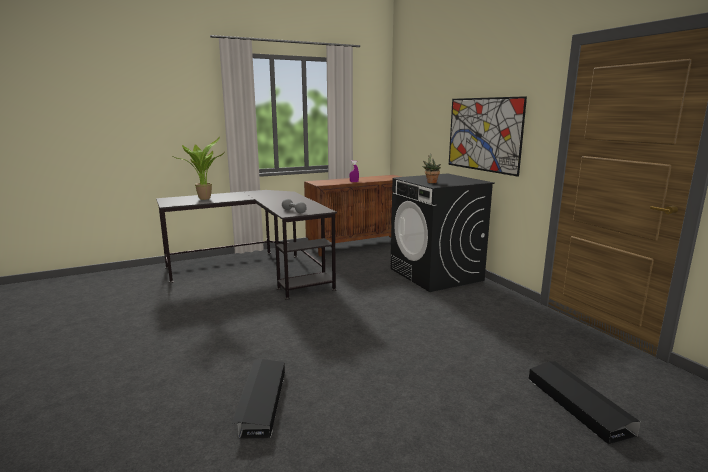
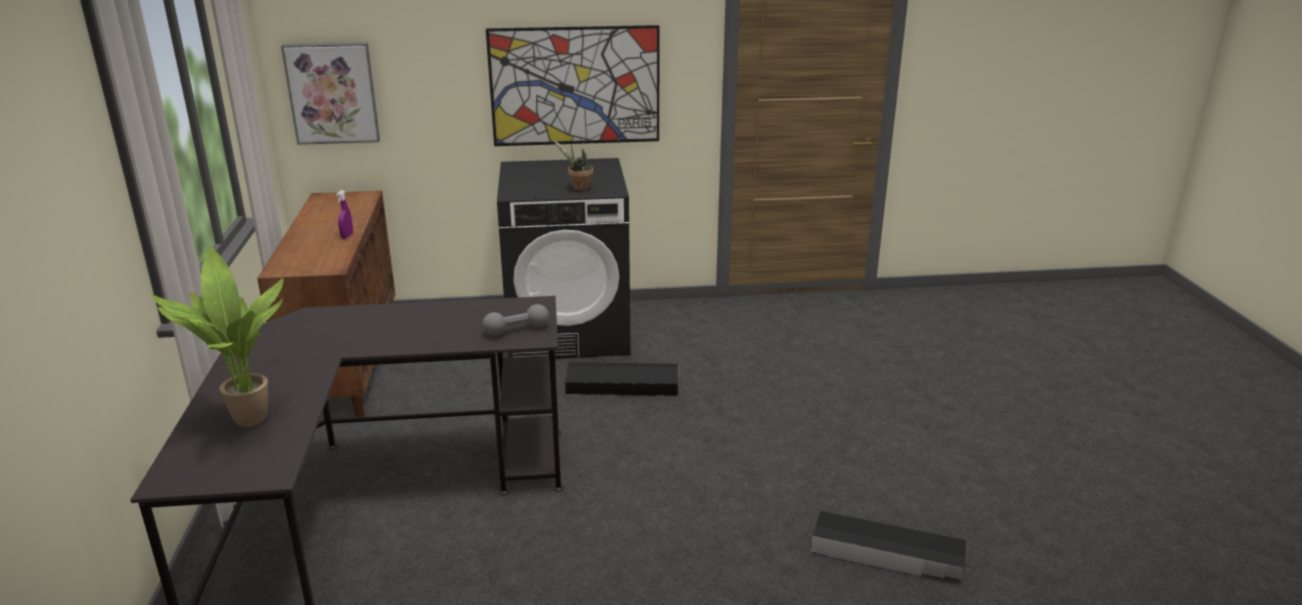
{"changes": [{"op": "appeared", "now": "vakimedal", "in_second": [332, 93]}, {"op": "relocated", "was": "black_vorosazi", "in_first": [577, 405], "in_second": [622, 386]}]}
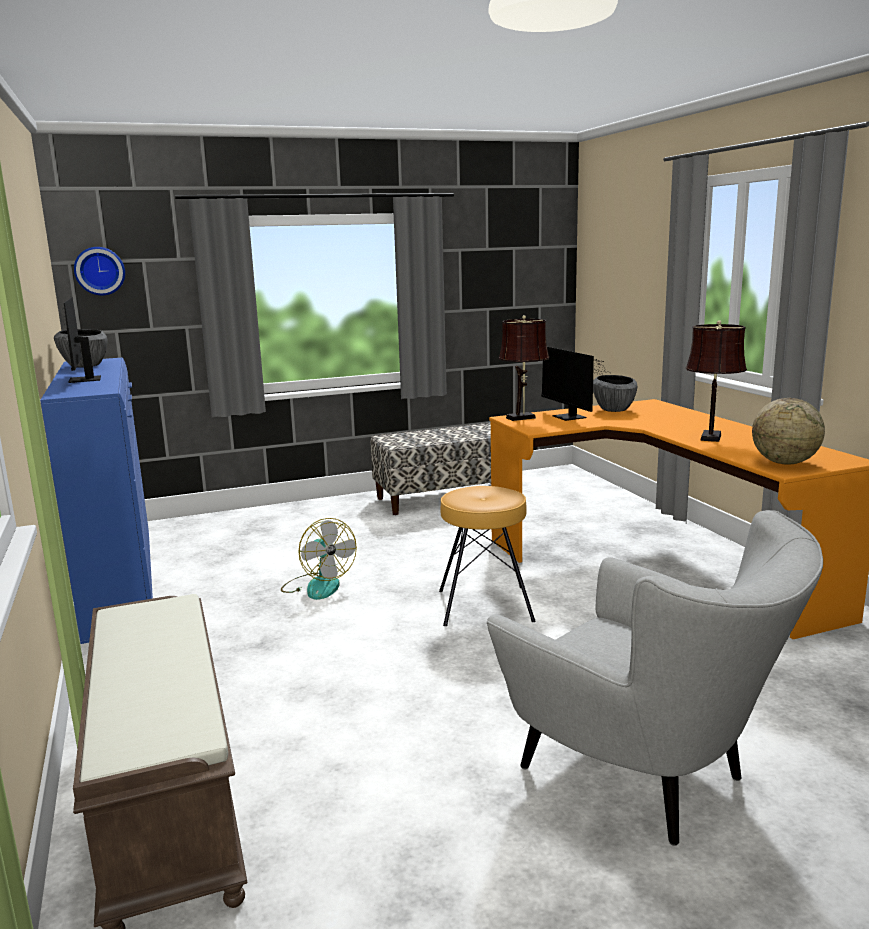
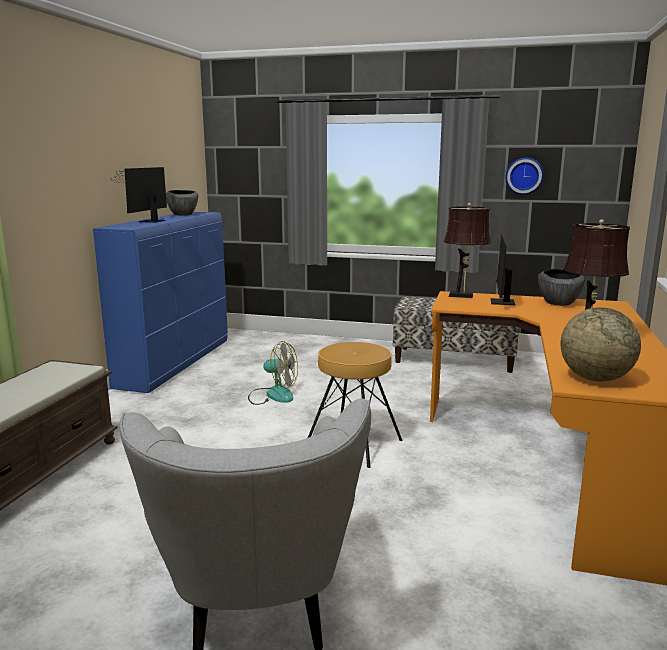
{"changes": [{"op": "relocated", "was": "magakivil", "in_first": [100, 271], "in_second": [524, 176]}, {"op": "spun", "was": "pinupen", "in_first": [318, 585], "in_second": [273, 395], "clockwise": -75}]}
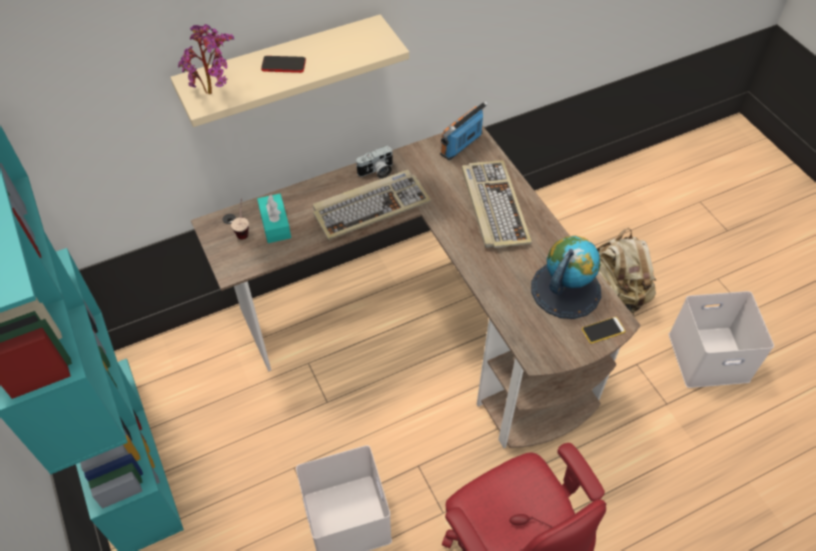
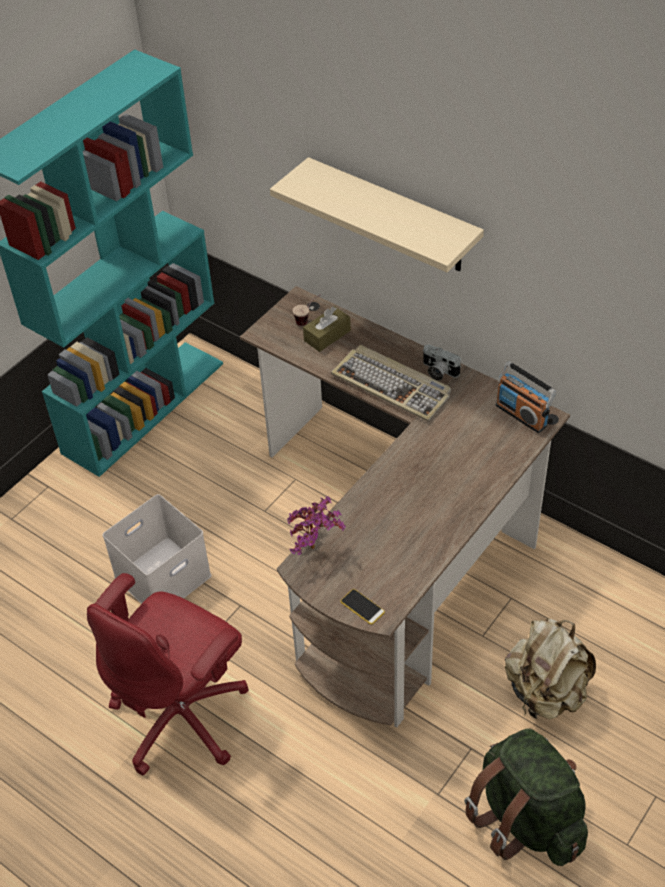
{"changes": [{"op": "missing", "was": "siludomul", "in_first": [283, 65]}, {"op": "missing", "was": "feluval", "in_first": [493, 206]}, {"op": "missing", "was": "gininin", "in_first": [565, 289]}, {"op": "relocated", "was": "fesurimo", "in_first": [214, 92], "in_second": [316, 549]}, {"op": "exchanged", "was": "white_vorosazi", "now": "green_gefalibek", "in_first": [707, 358], "in_second": [526, 818]}, {"op": "colour", "was": "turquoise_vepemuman", "now": "brown_vepemuman", "in_first": [275, 224], "in_second": [327, 335]}, {"op": "spun", "was": "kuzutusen", "in_first": [461, 145], "in_second": [521, 415], "clockwise": -150}]}
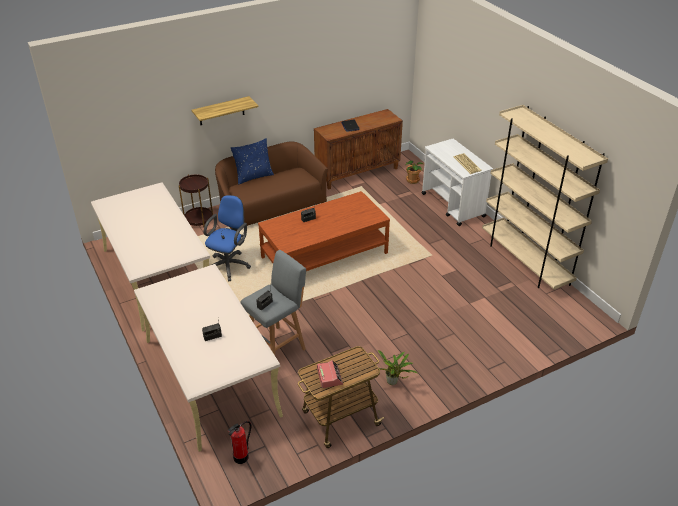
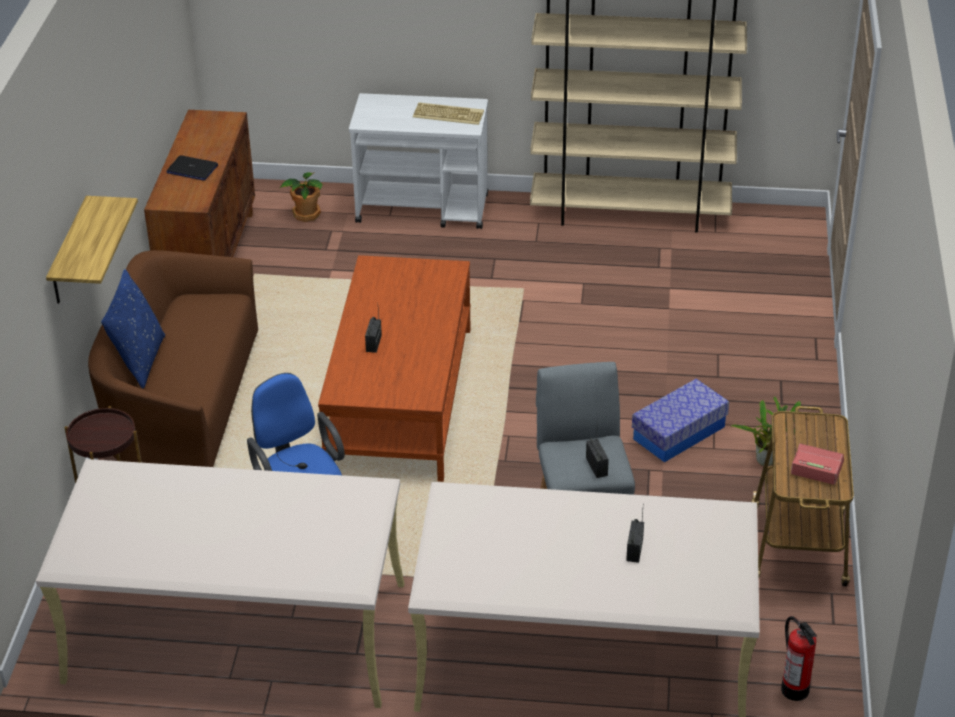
{"changes": [{"op": "appeared", "now": "vorosazi", "in_second": [679, 433]}]}
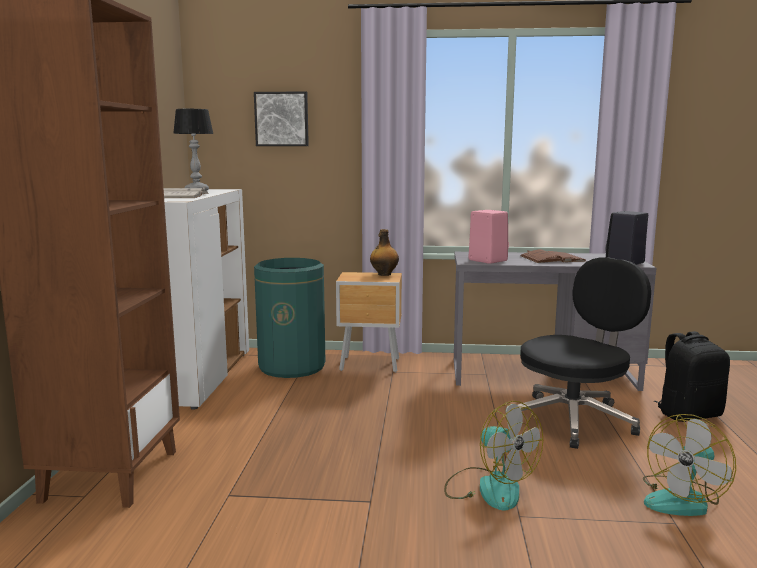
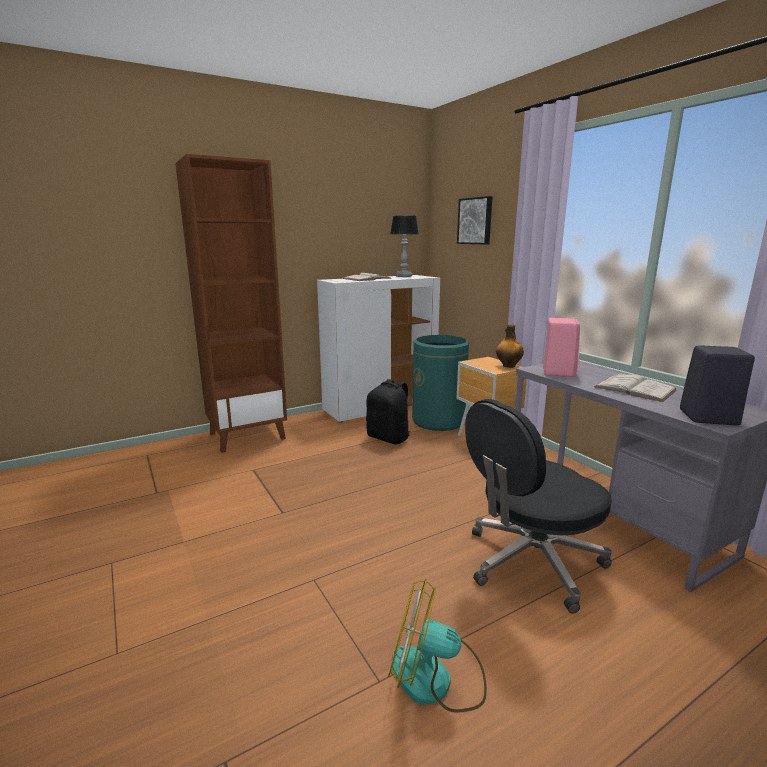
{"changes": [{"op": "missing", "was": "pinupen", "in_first": [489, 487]}, {"op": "relocated", "was": "black_gefalibek", "in_first": [688, 414], "in_second": [389, 438]}, {"op": "colour", "was": "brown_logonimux", "now": "white_logonimux", "in_first": [552, 258], "in_second": [635, 388]}, {"op": "spun", "was": "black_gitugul", "in_first": [574, 419], "in_second": [531, 562], "clockwise": 135}]}
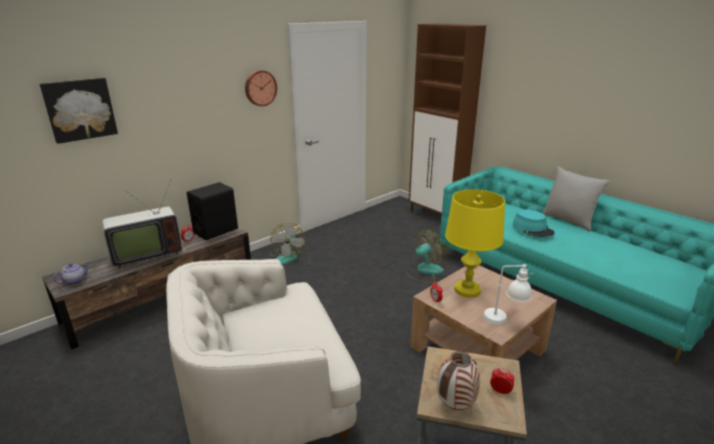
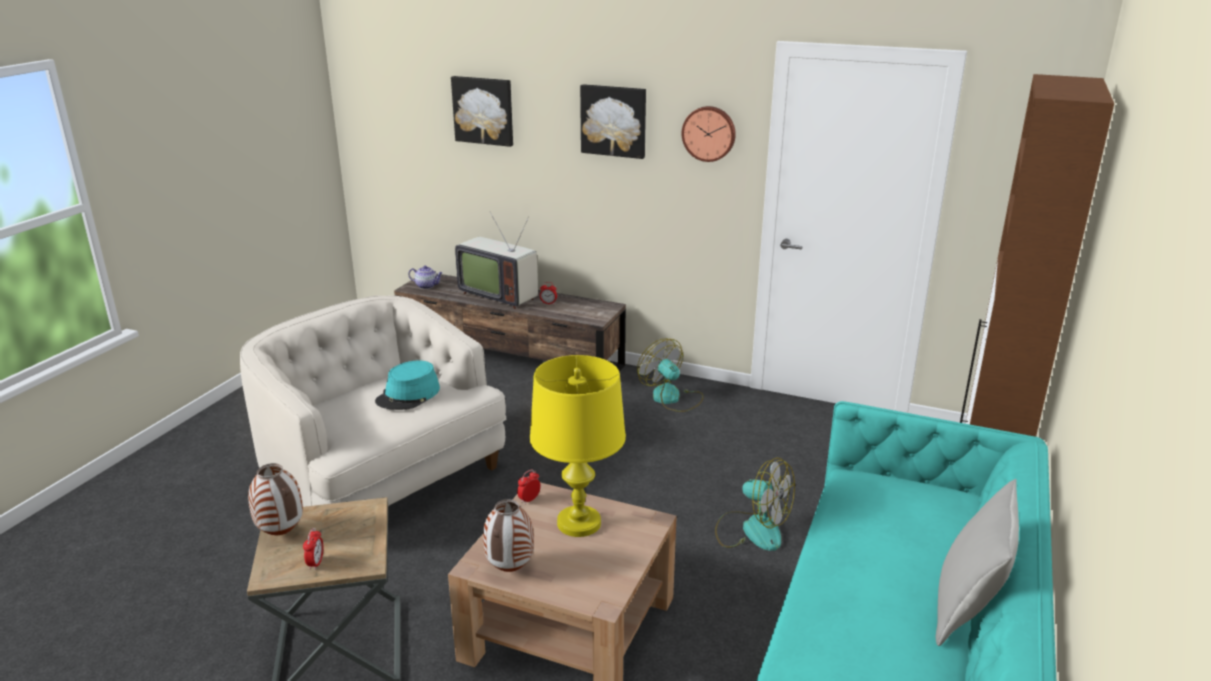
{"changes": [{"op": "missing", "was": "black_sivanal", "in_first": [216, 230]}, {"op": "appeared", "now": "vakimedal", "in_second": [614, 120]}, {"op": "relocated", "was": "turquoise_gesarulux", "in_first": [532, 229], "in_second": [408, 395]}, {"op": "exchanged", "was": "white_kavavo", "now": "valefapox", "in_first": [504, 321], "in_second": [510, 570]}, {"op": "spun", "was": "pinupen", "in_first": [287, 256], "in_second": [672, 398], "clockwise": 75}]}
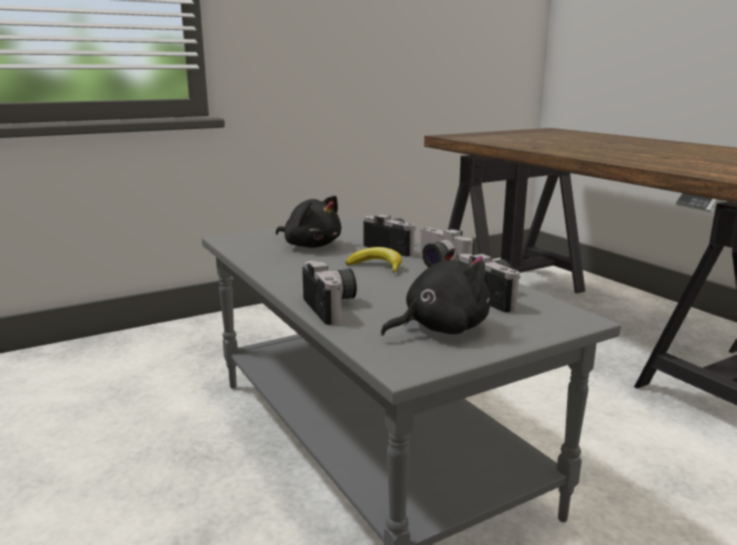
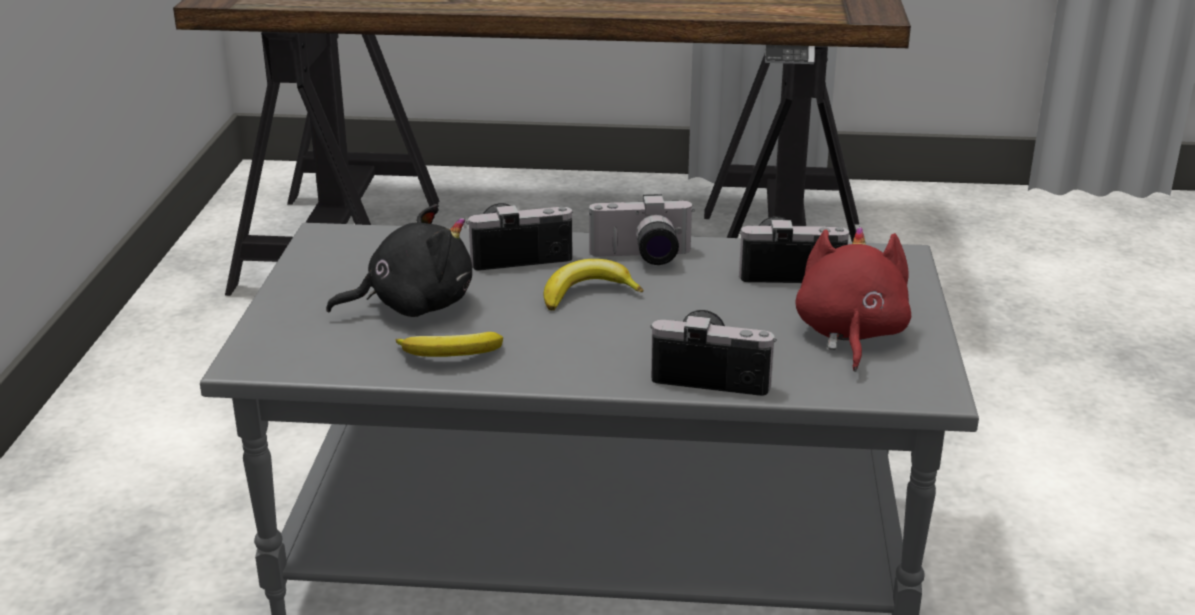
{"changes": [{"op": "appeared", "now": "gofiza", "in_second": [450, 355]}, {"op": "colour", "was": "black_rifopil", "now": "red_rifopil", "in_first": [440, 328], "in_second": [849, 334]}]}
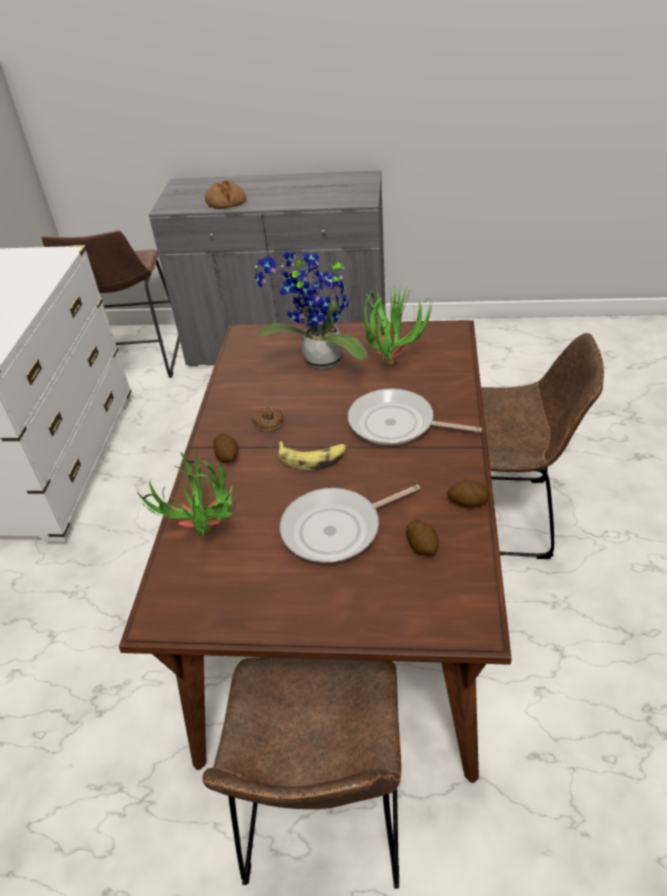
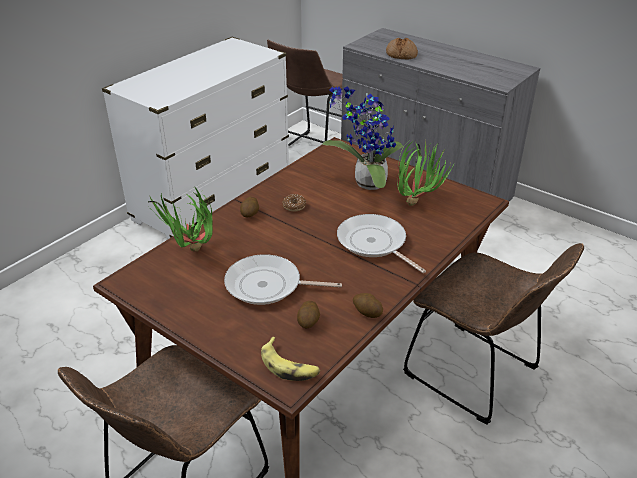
{"changes": [{"op": "relocated", "was": "gofiza", "in_first": [313, 458], "in_second": [289, 366]}]}
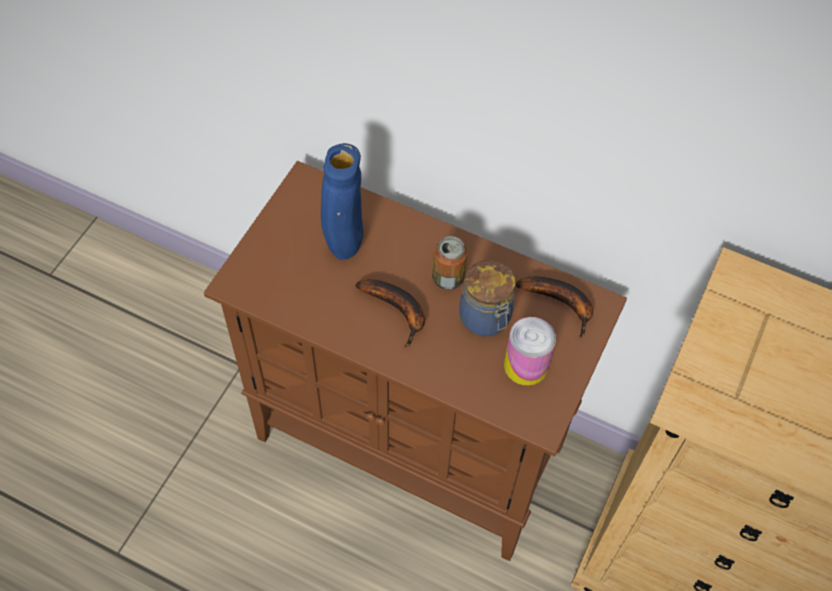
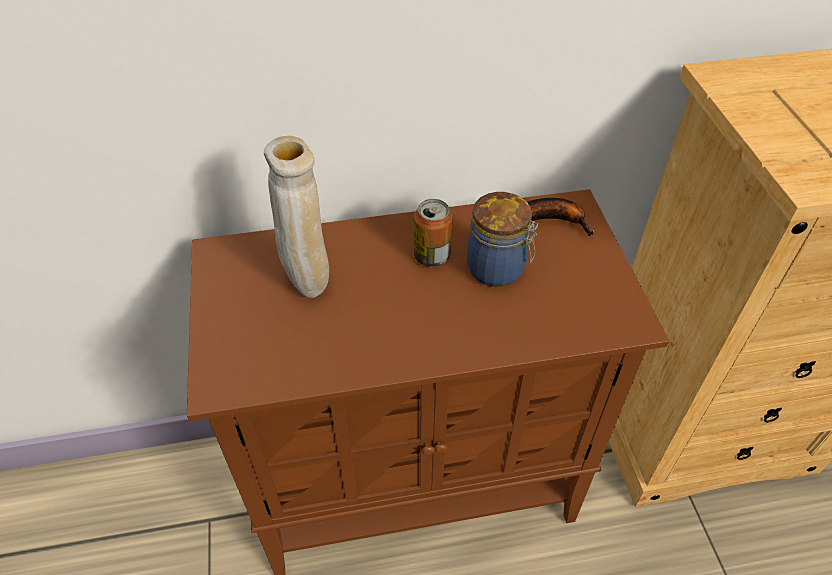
{"changes": [{"op": "missing", "was": "gofiza", "in_first": [398, 311]}, {"op": "missing", "was": "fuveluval", "in_first": [526, 365]}, {"op": "colour", "was": "blue_valefapox", "now": "beige_valefapox", "in_first": [344, 246], "in_second": [308, 285]}]}
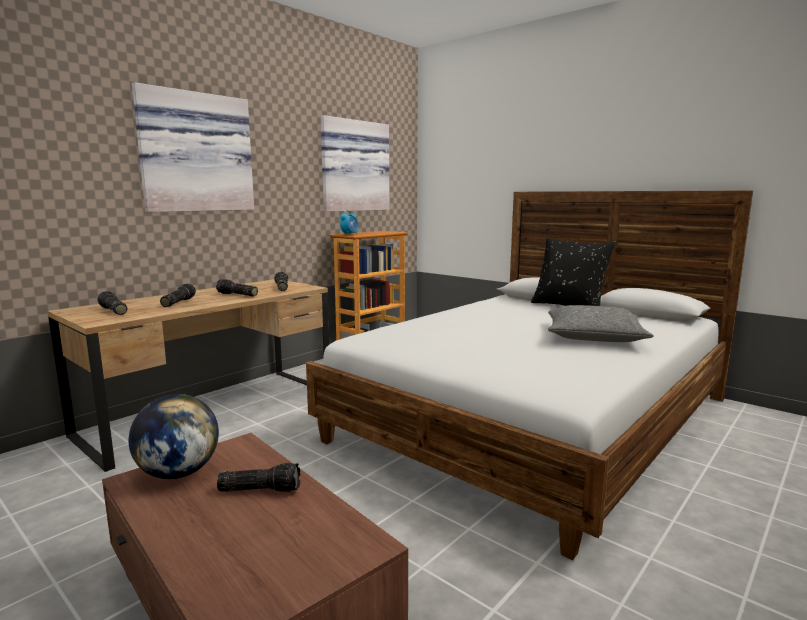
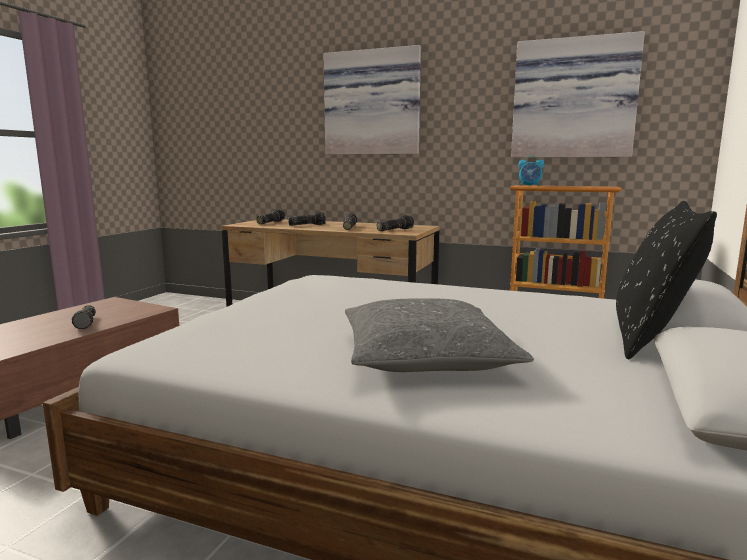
{"changes": [{"op": "missing", "was": "gininin", "in_first": [178, 473]}]}
